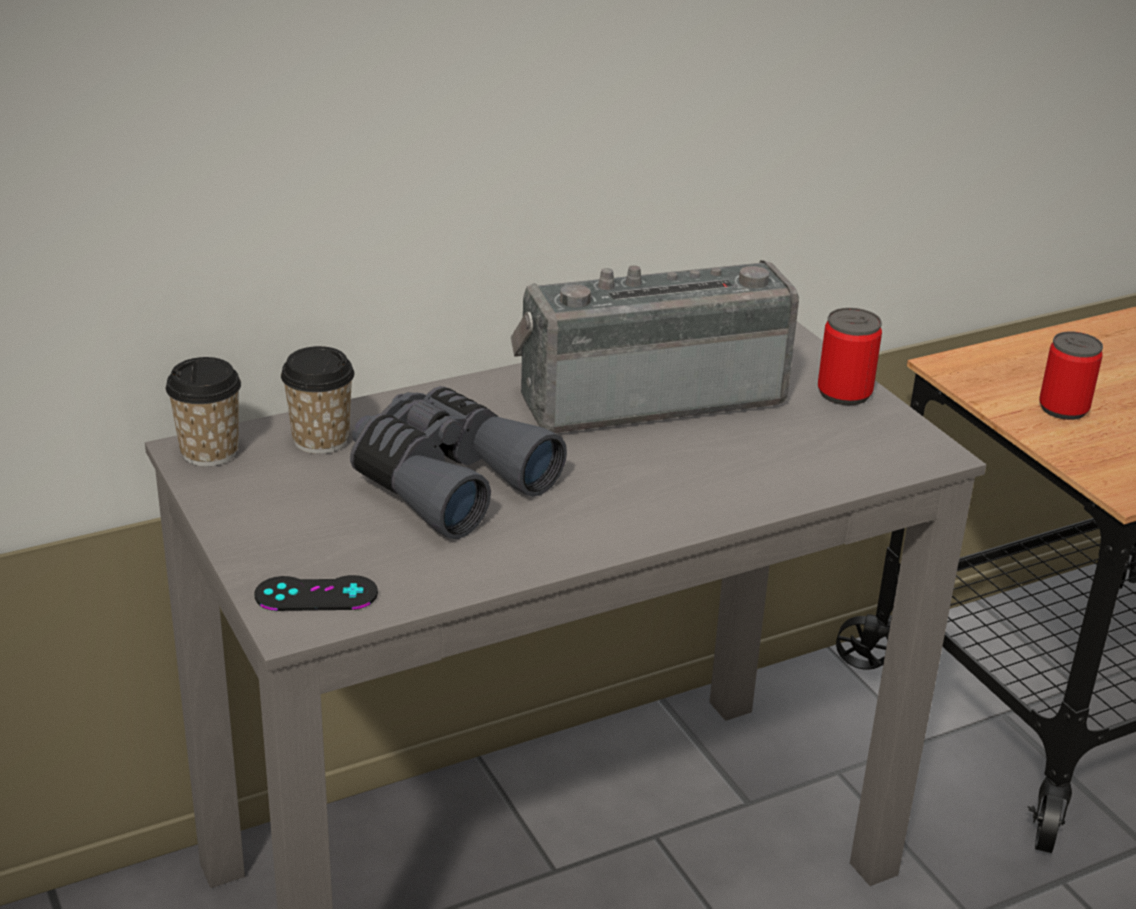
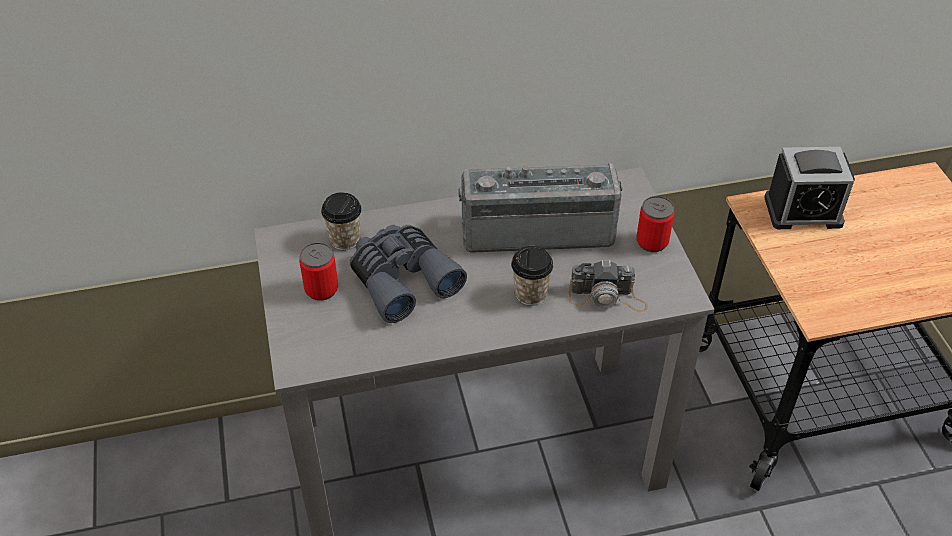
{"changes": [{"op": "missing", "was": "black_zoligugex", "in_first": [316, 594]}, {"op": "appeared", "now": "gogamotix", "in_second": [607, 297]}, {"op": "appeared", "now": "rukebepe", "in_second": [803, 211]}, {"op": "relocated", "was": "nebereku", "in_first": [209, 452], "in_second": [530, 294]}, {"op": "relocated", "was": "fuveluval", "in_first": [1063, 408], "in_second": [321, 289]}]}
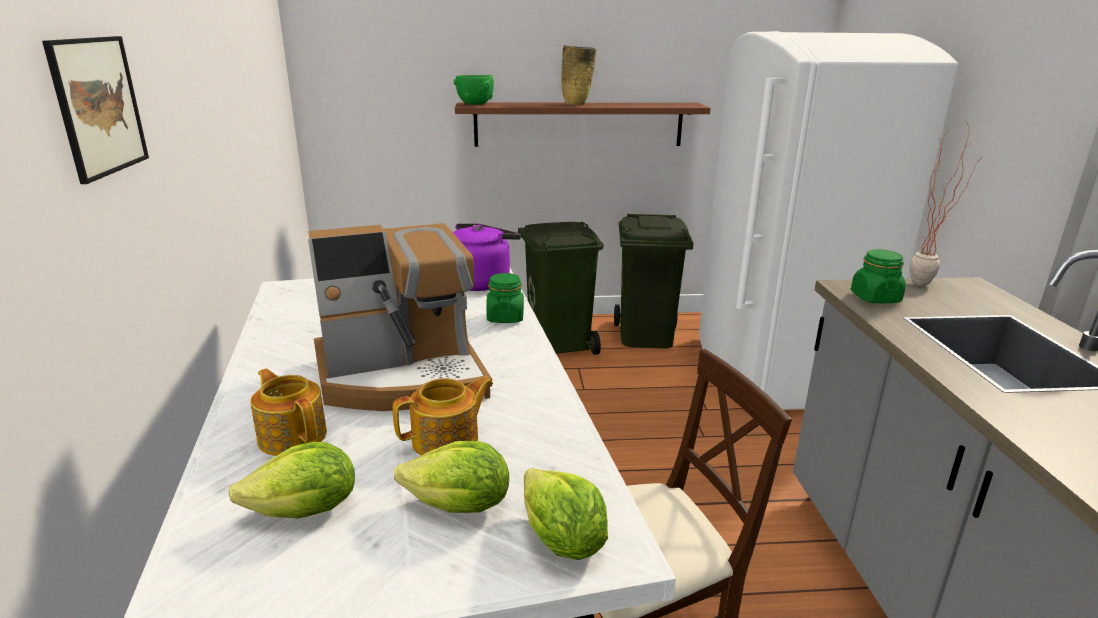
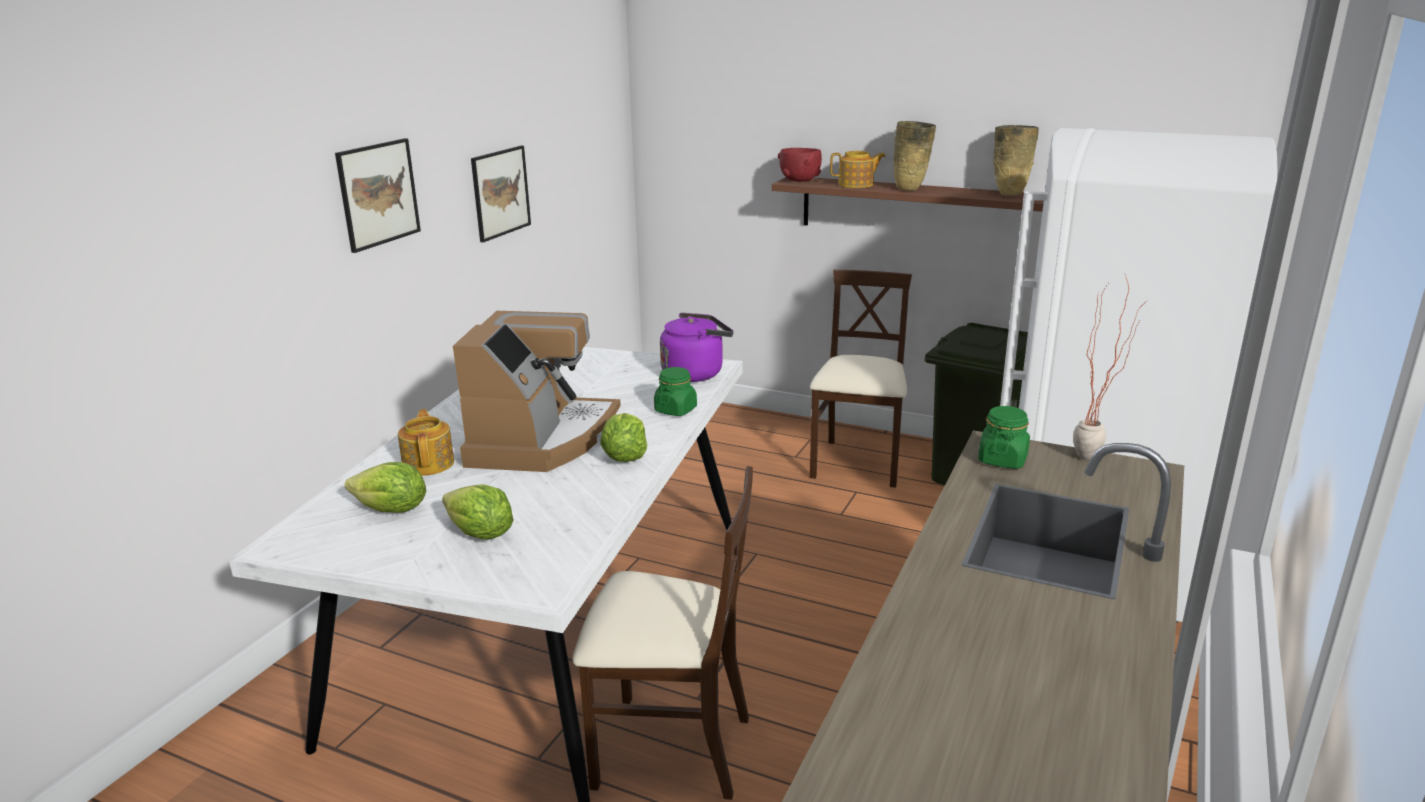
{"changes": [{"op": "appeared", "now": "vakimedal", "in_second": [500, 192]}, {"op": "appeared", "now": "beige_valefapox", "in_second": [1010, 194]}, {"op": "relocated", "was": "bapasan", "in_first": [447, 440], "in_second": [856, 184]}, {"op": "relocated", "was": "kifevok", "in_first": [561, 541], "in_second": [624, 457]}, {"op": "exchanged", "was": "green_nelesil", "now": "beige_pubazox", "in_first": [559, 345], "in_second": [858, 464]}, {"op": "colour", "was": "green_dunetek", "now": "red_dunetek", "in_first": [475, 104], "in_second": [800, 180]}, {"op": "spun", "was": "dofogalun", "in_first": [402, 376], "in_second": [541, 439], "clockwise": -90}]}
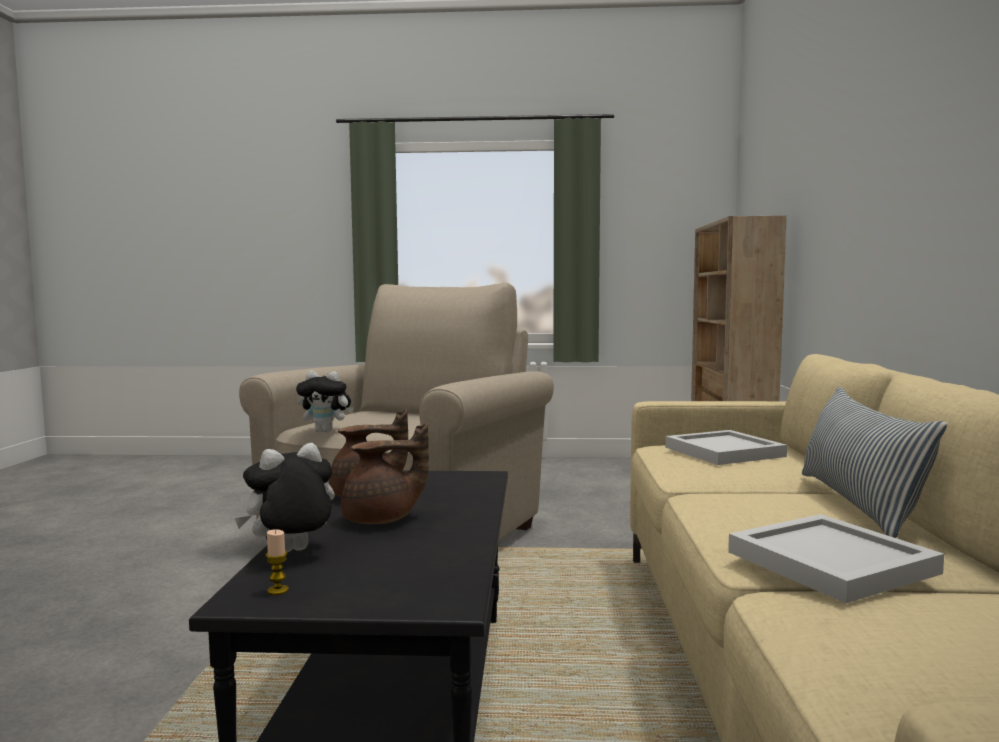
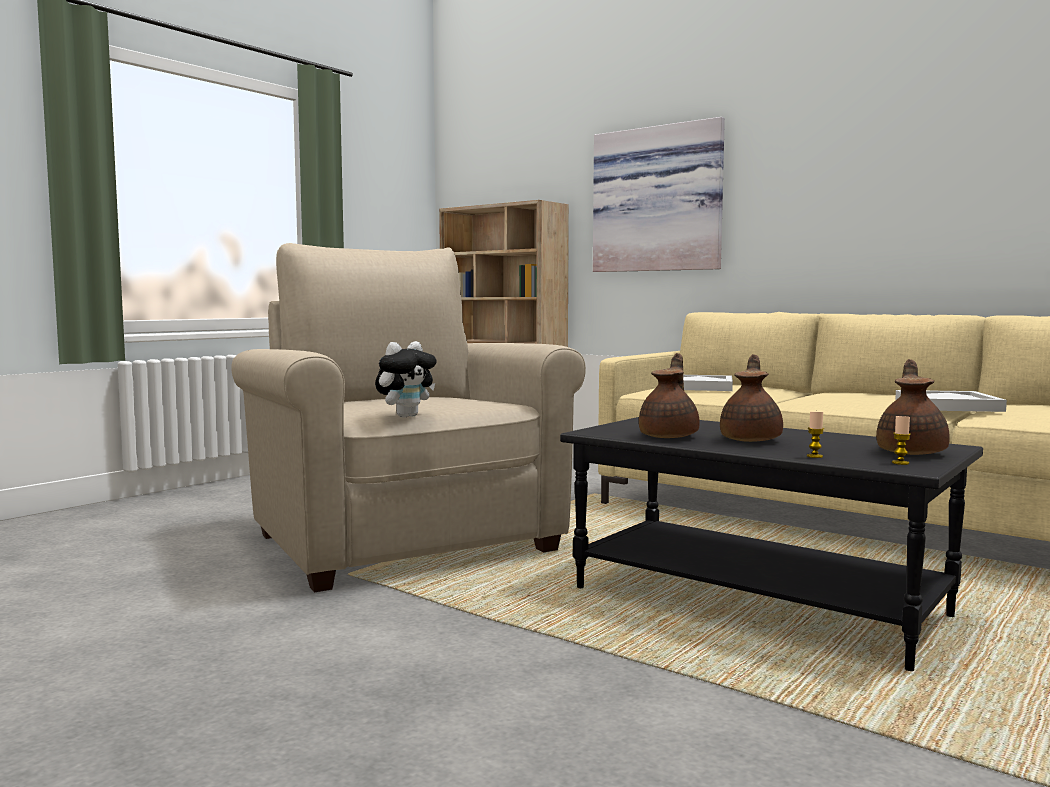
{"changes": [{"op": "missing", "was": "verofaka", "in_first": [858, 503]}, {"op": "appeared", "now": "vakimedal", "in_second": [659, 200]}, {"op": "appeared", "now": "brown_bapasan", "in_second": [912, 452]}, {"op": "exchanged", "was": "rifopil", "now": "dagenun", "in_first": [291, 553], "in_second": [814, 456]}]}
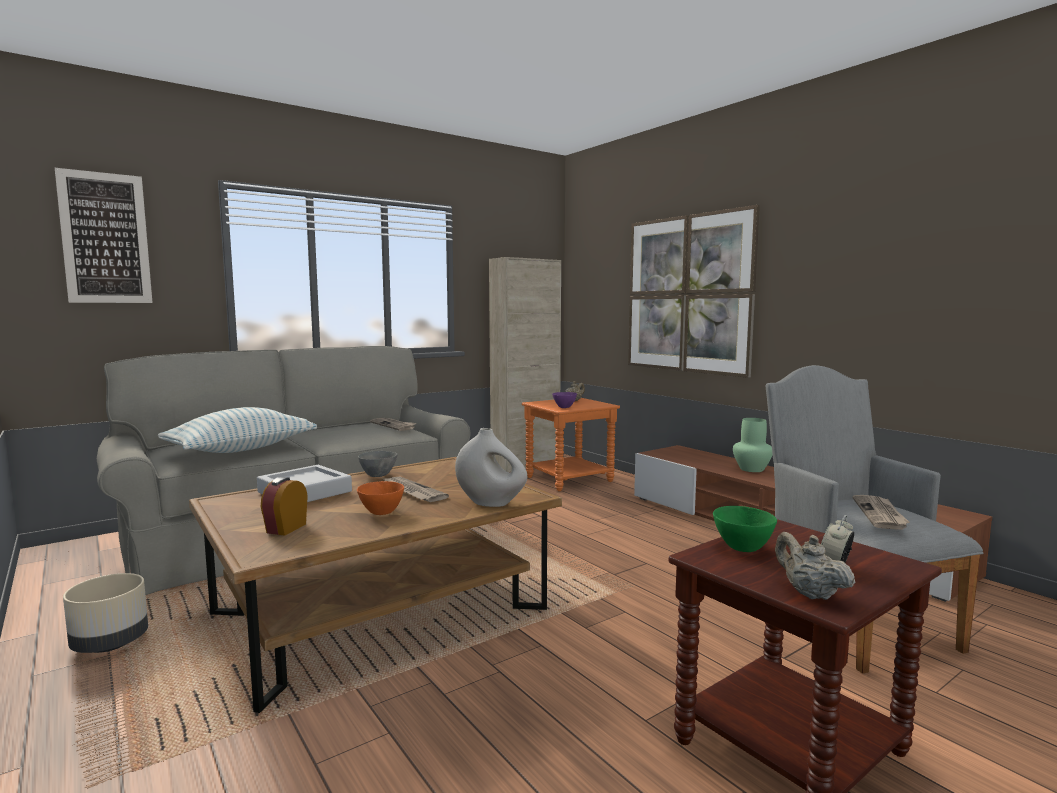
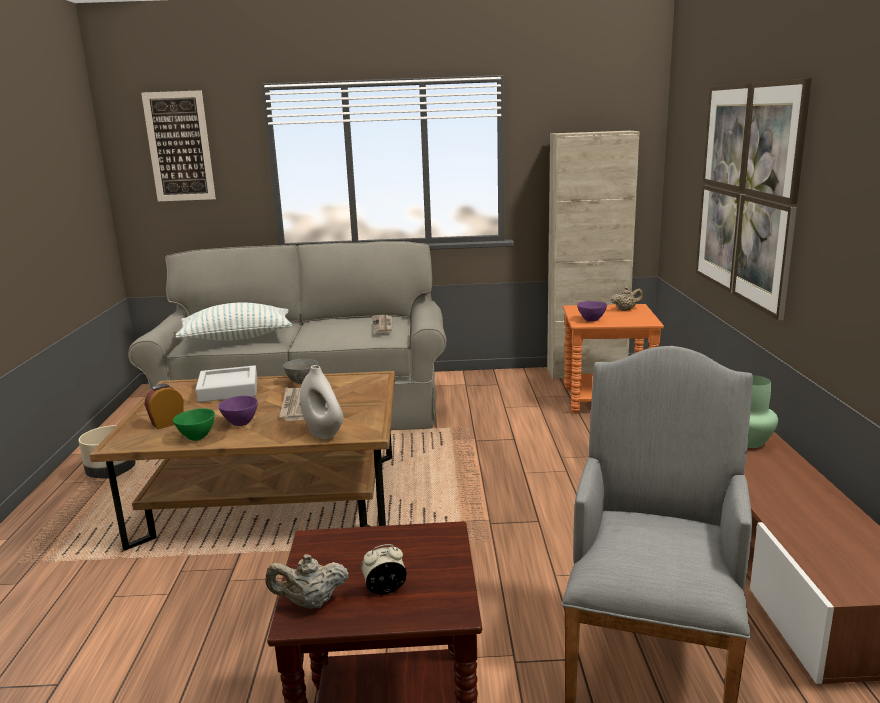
{"changes": [{"op": "missing", "was": "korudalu", "in_first": [880, 514]}, {"op": "relocated", "was": "green_dunetek", "in_first": [741, 548], "in_second": [197, 437]}, {"op": "colour", "was": "orange_dunetek", "now": "purple_dunetek", "in_first": [380, 512], "in_second": [240, 423]}, {"op": "spun", "was": "beige_bapasan", "in_first": [809, 593], "in_second": [310, 603], "clockwise": -105}]}
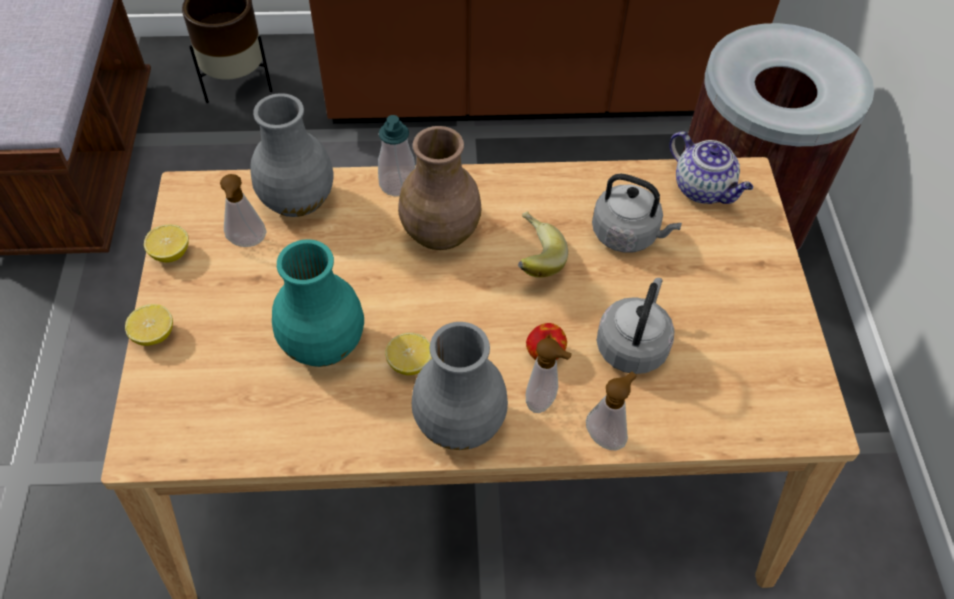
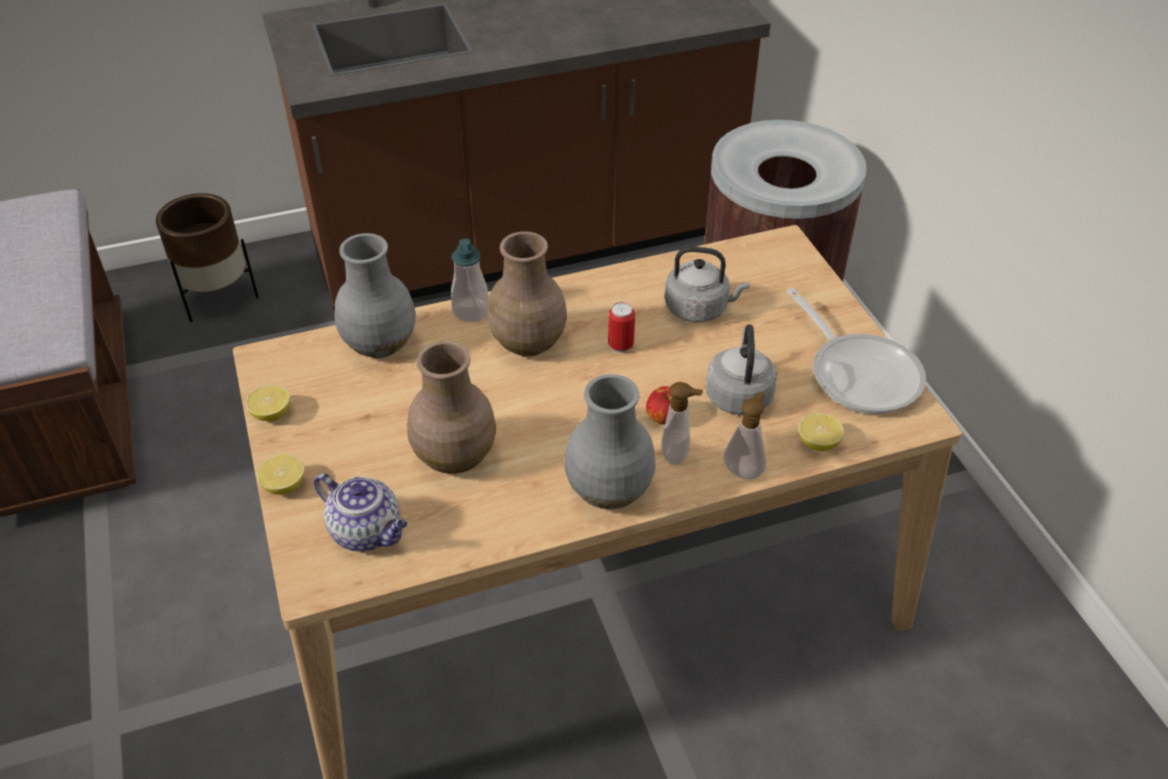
{"changes": [{"op": "missing", "was": "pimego", "in_first": [248, 243]}, {"op": "appeared", "now": "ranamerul", "in_second": [859, 373]}, {"op": "relocated", "was": "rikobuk", "in_first": [409, 363], "in_second": [818, 443]}, {"op": "relocated", "was": "bapasan", "in_first": [703, 189], "in_second": [368, 532]}, {"op": "exchanged", "was": "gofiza", "now": "fuveluval", "in_first": [531, 258], "in_second": [620, 346]}, {"op": "colour", "was": "turquoise_valefapox", "now": "brown_valefapox", "in_first": [322, 344], "in_second": [453, 456]}]}
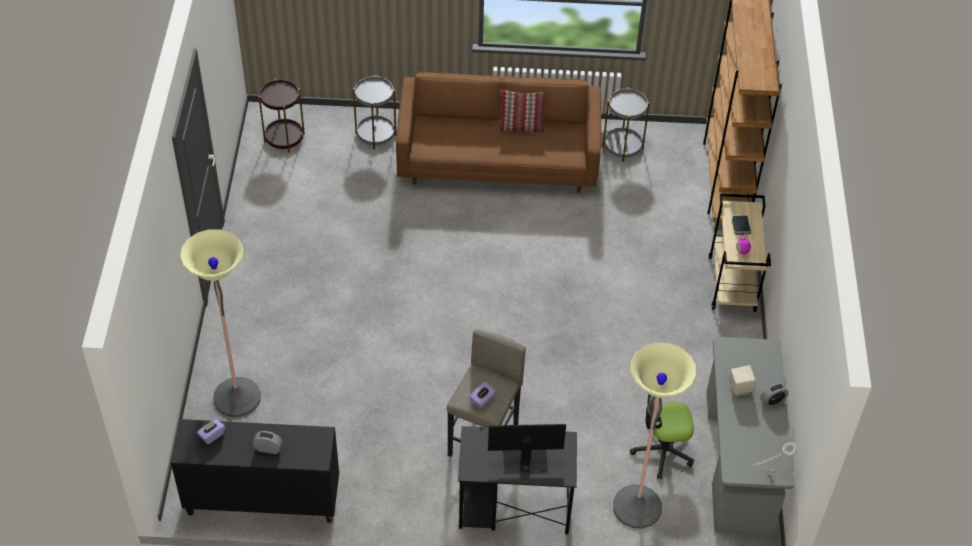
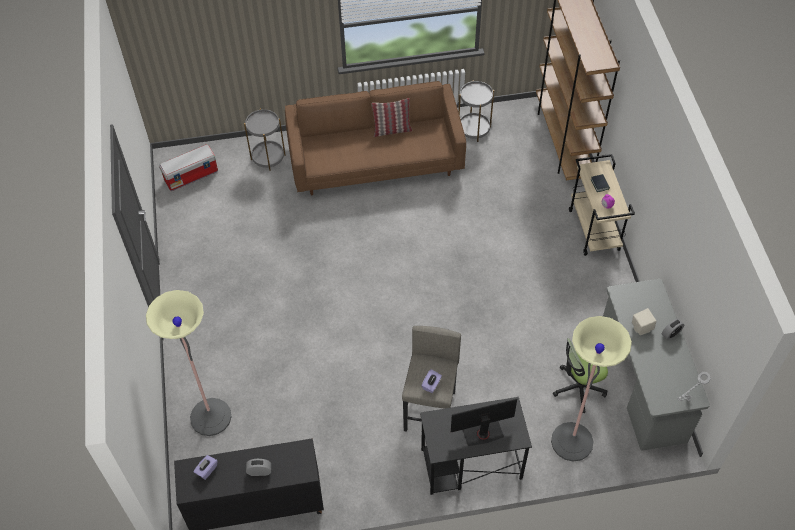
{"changes": [{"op": "exchanged", "was": "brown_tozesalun", "now": "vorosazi", "in_first": [284, 138], "in_second": [191, 175]}]}
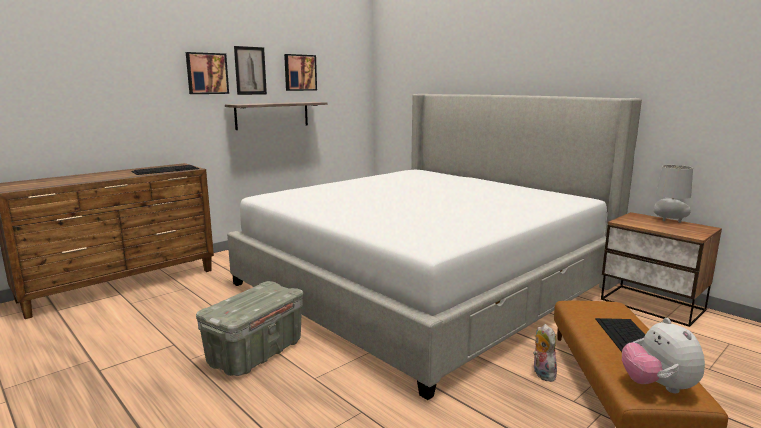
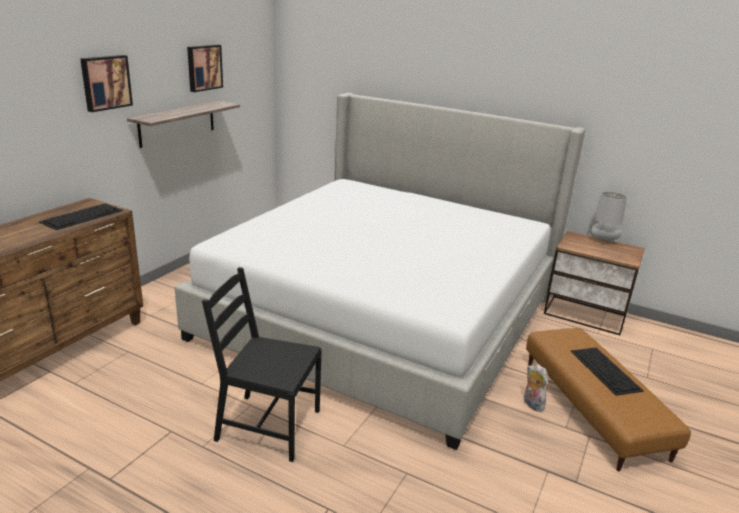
{"changes": [{"op": "missing", "was": "vakimedal", "in_first": [250, 70]}, {"op": "missing", "was": "rifopil", "in_first": [658, 386]}, {"op": "exchanged", "was": "grey_vorosazi", "now": "black_pubazox", "in_first": [256, 352], "in_second": [267, 426]}]}
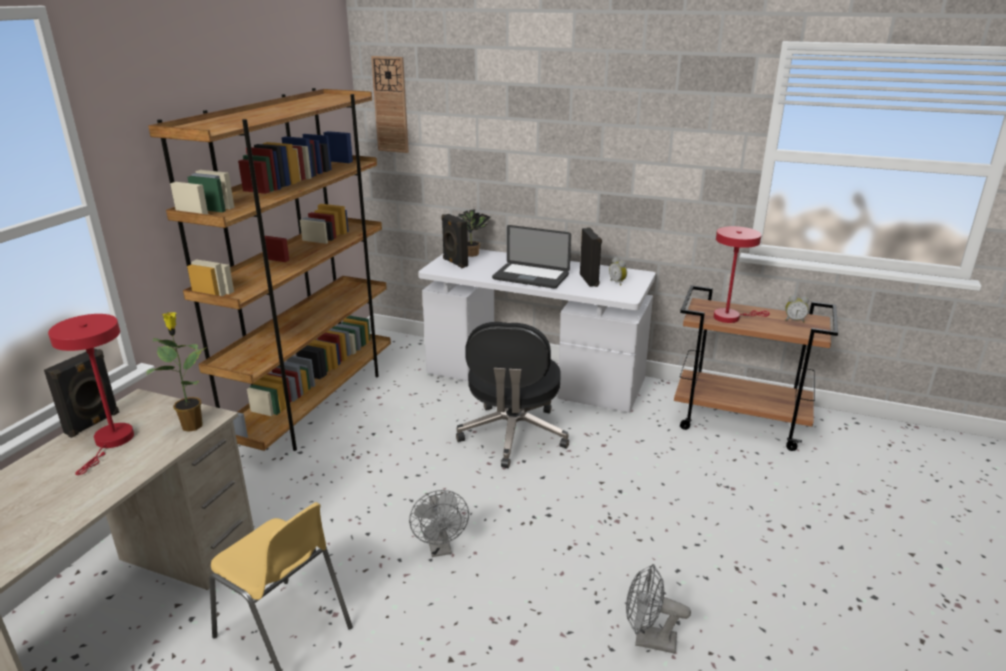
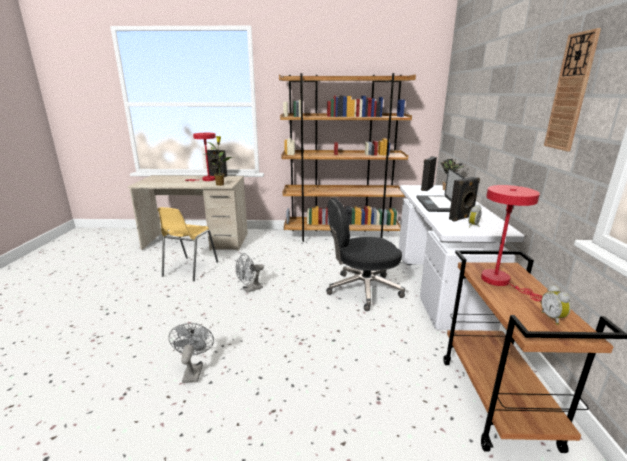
{"changes": [{"op": "relocated", "was": "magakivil", "in_first": [391, 105], "in_second": [571, 93]}]}
